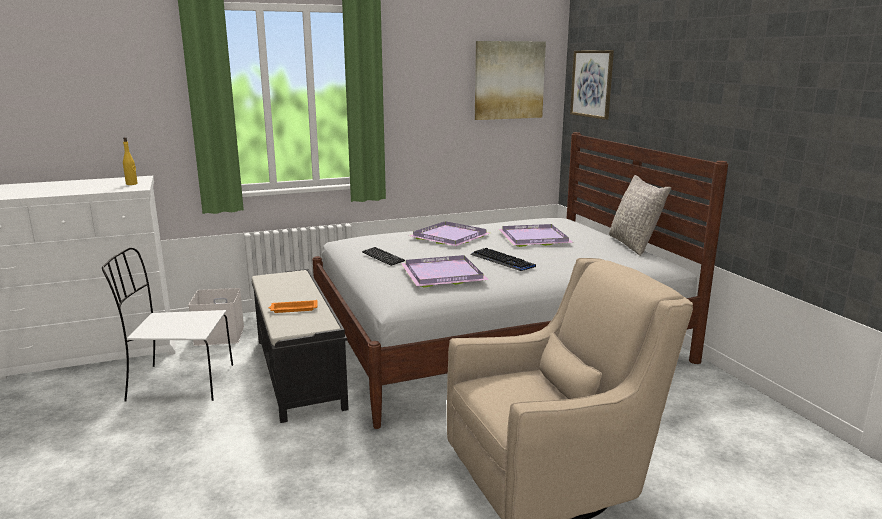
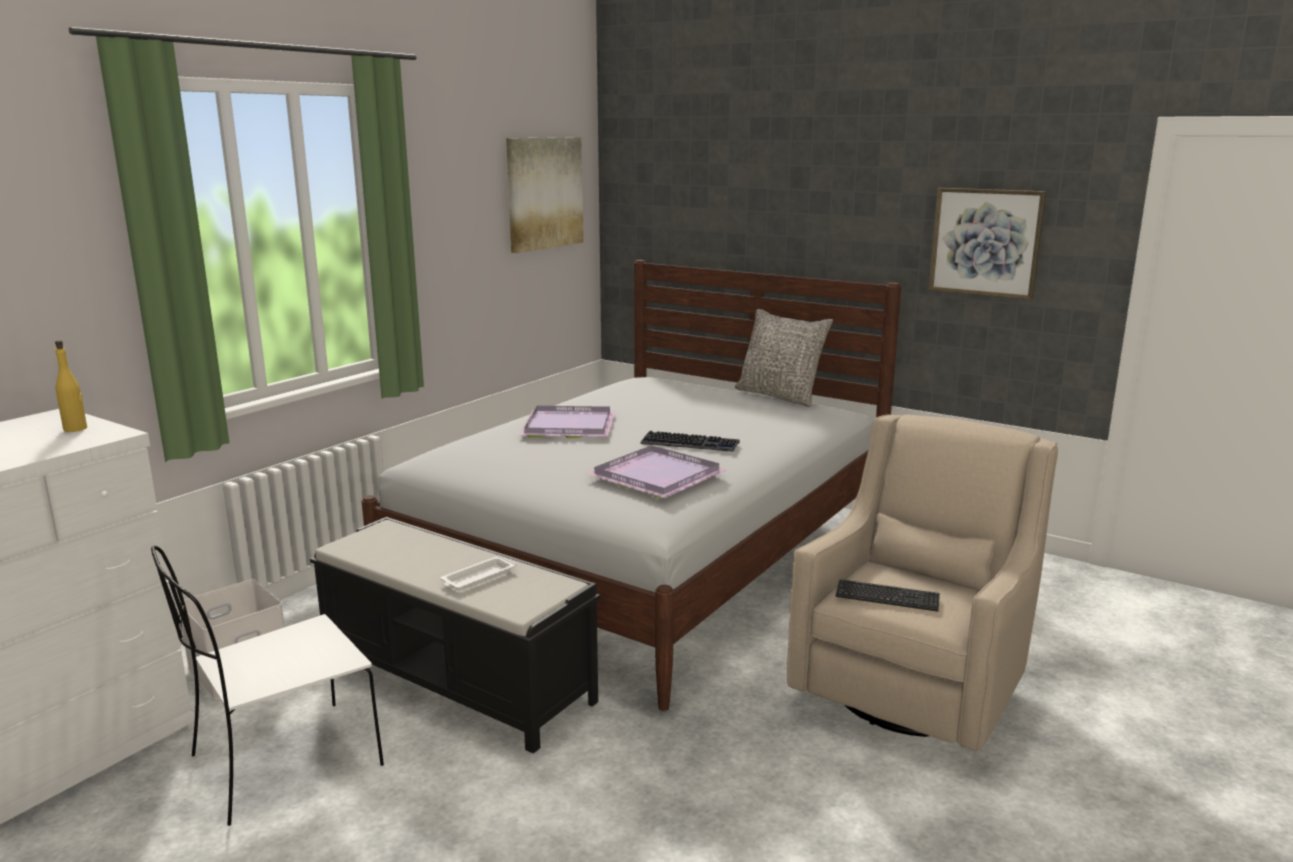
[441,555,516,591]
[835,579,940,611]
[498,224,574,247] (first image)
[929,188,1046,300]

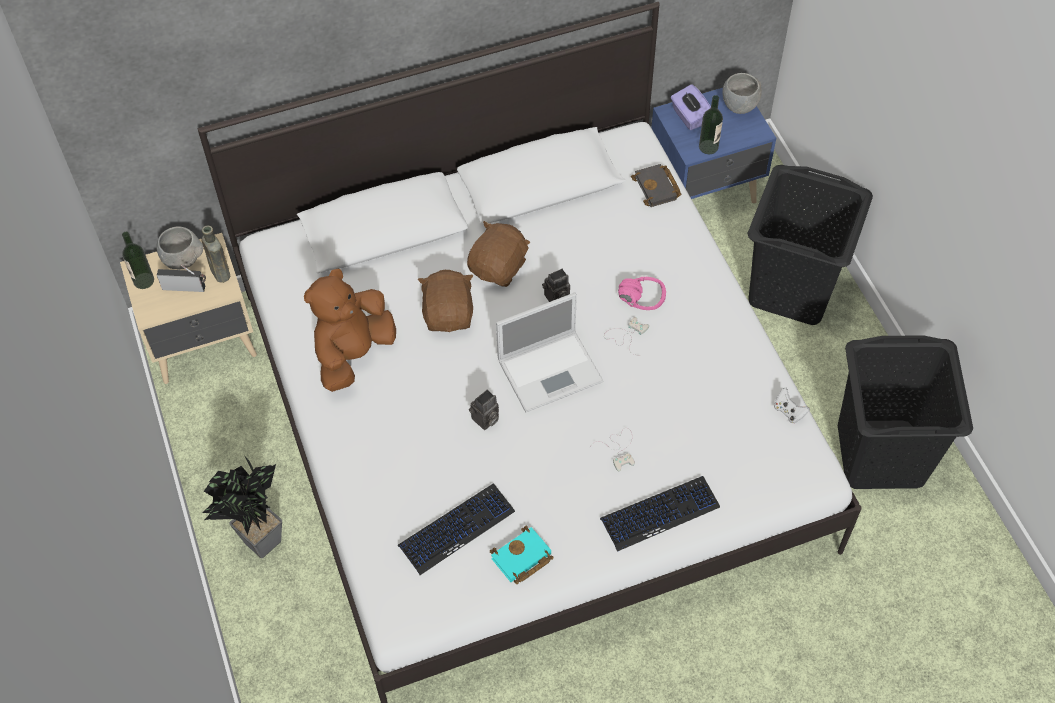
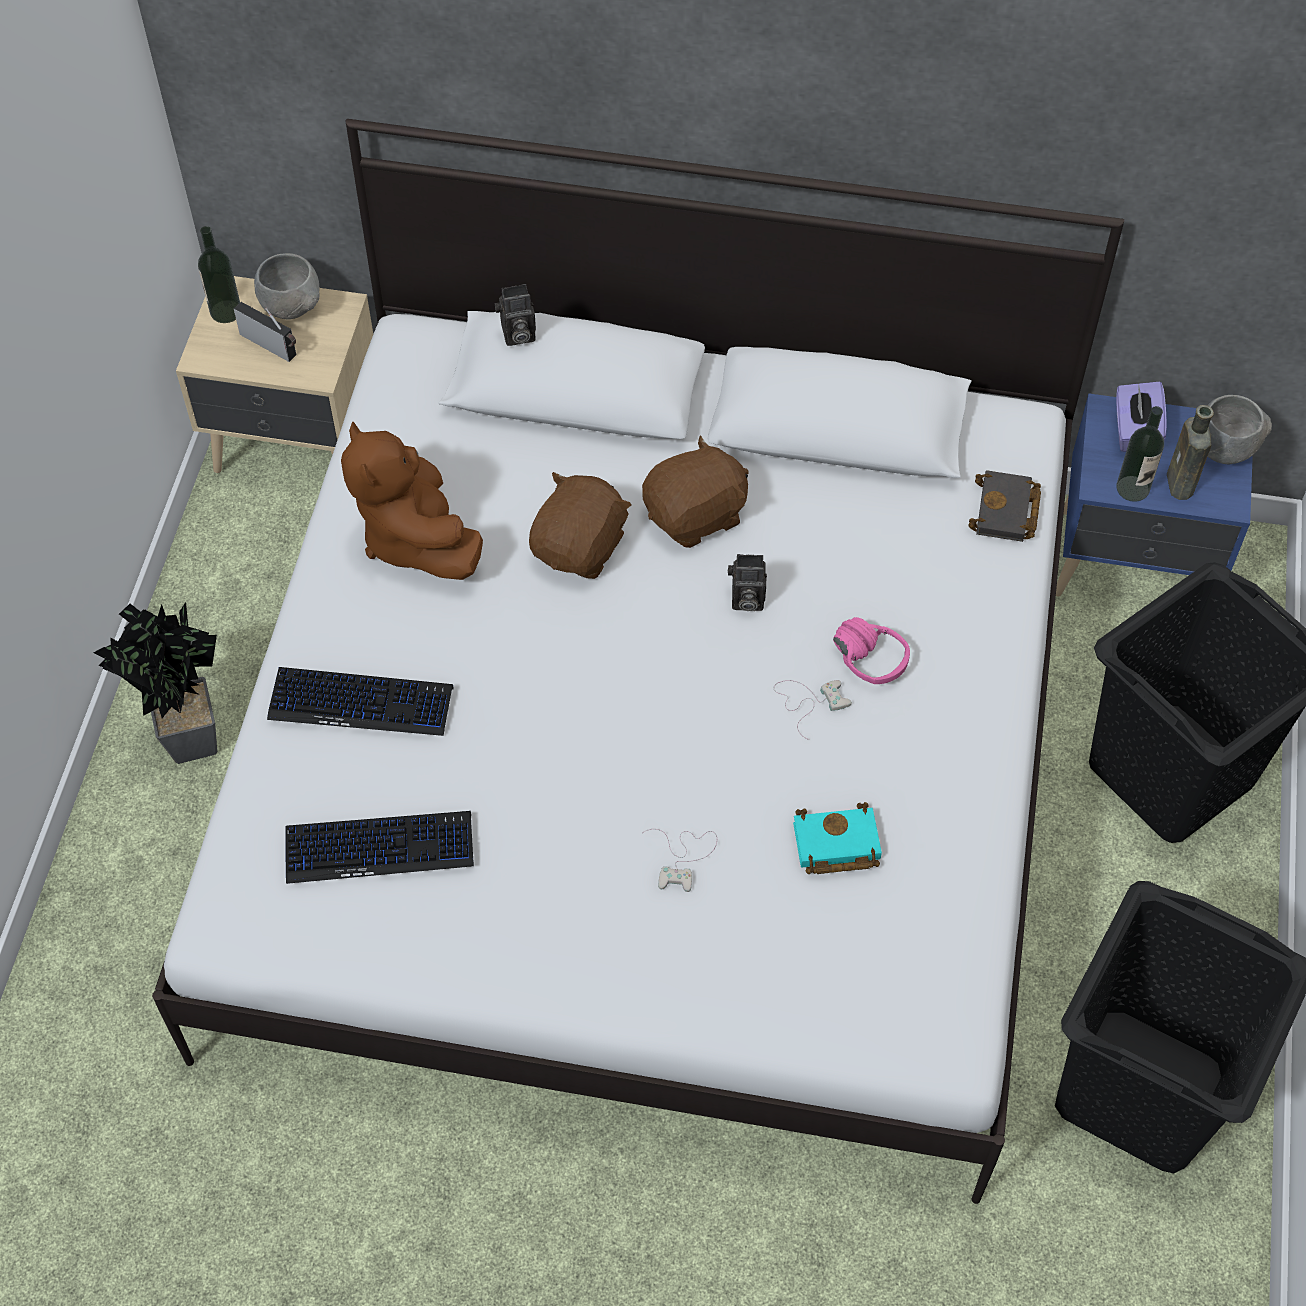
[1167,405,1214,500]
[341,422,483,580]
[495,284,536,346]
[793,802,882,874]
[496,292,603,412] (first image)
[267,667,453,736]
[774,388,810,424] (first image)

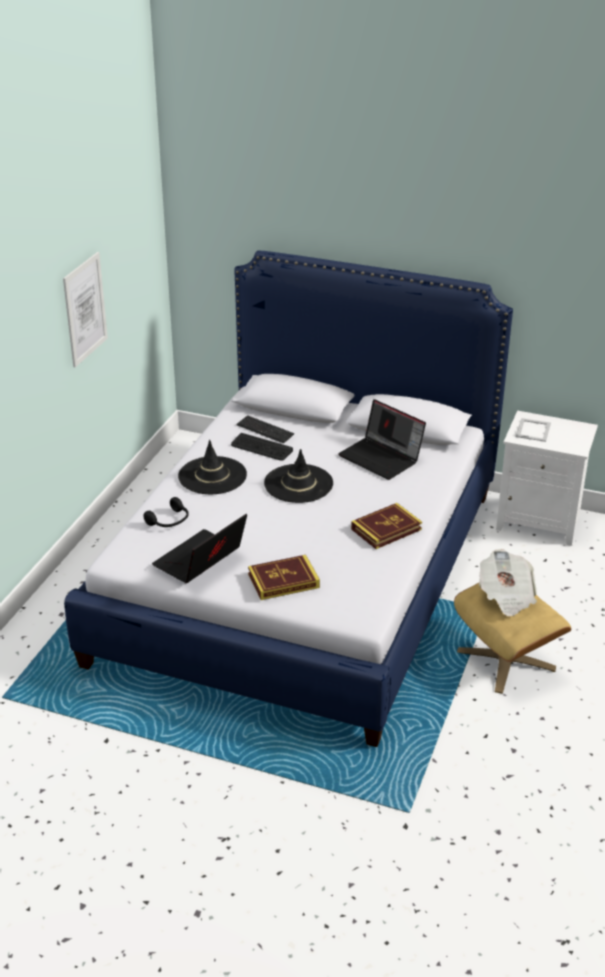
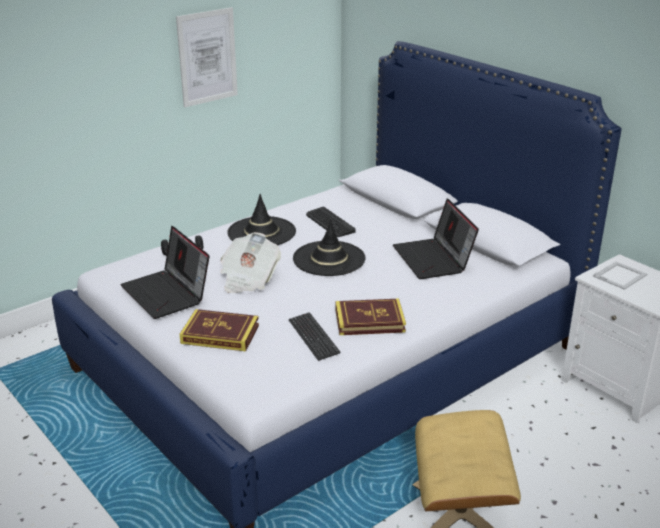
[120,226,210,319]
[289,312,340,361]
[220,232,281,293]

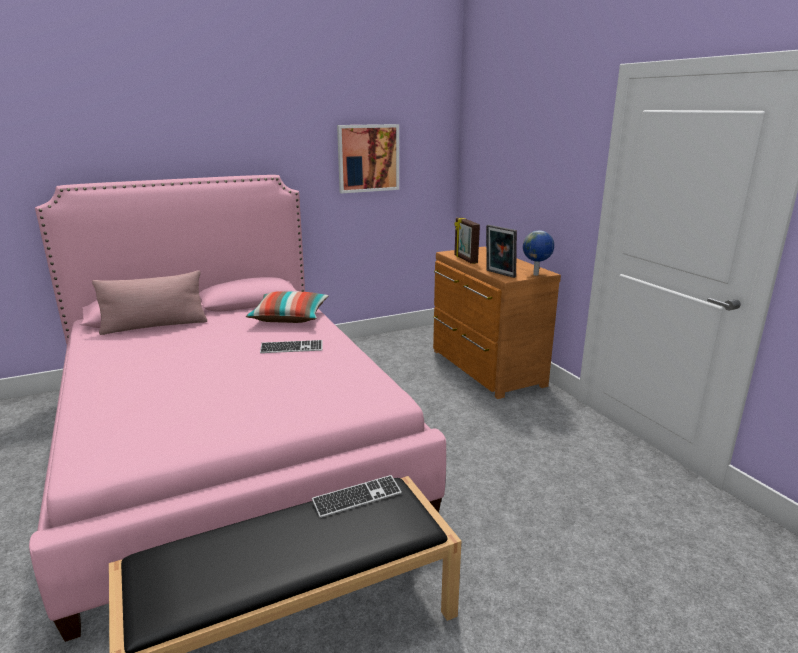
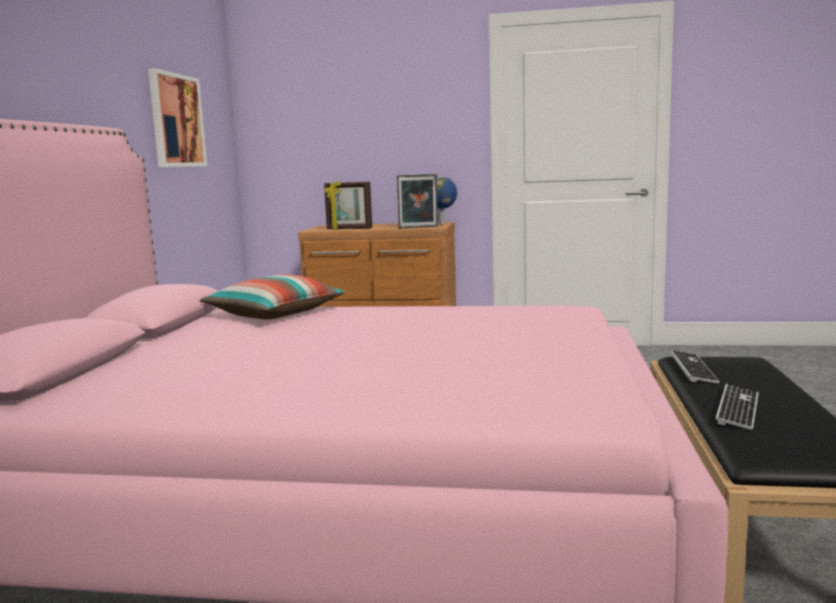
[92,270,207,335] (first image)
[715,384,759,430]

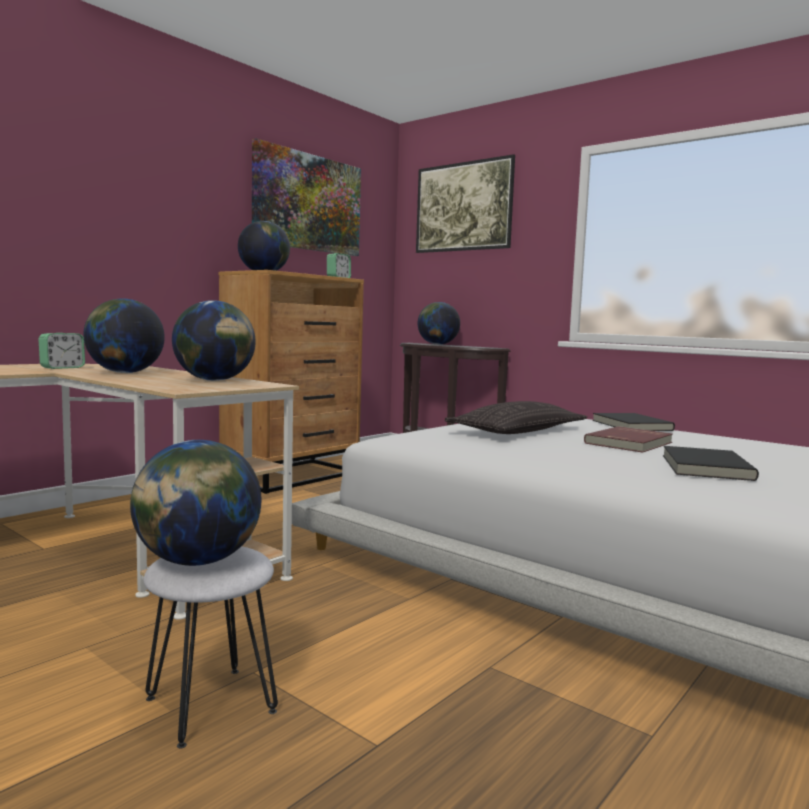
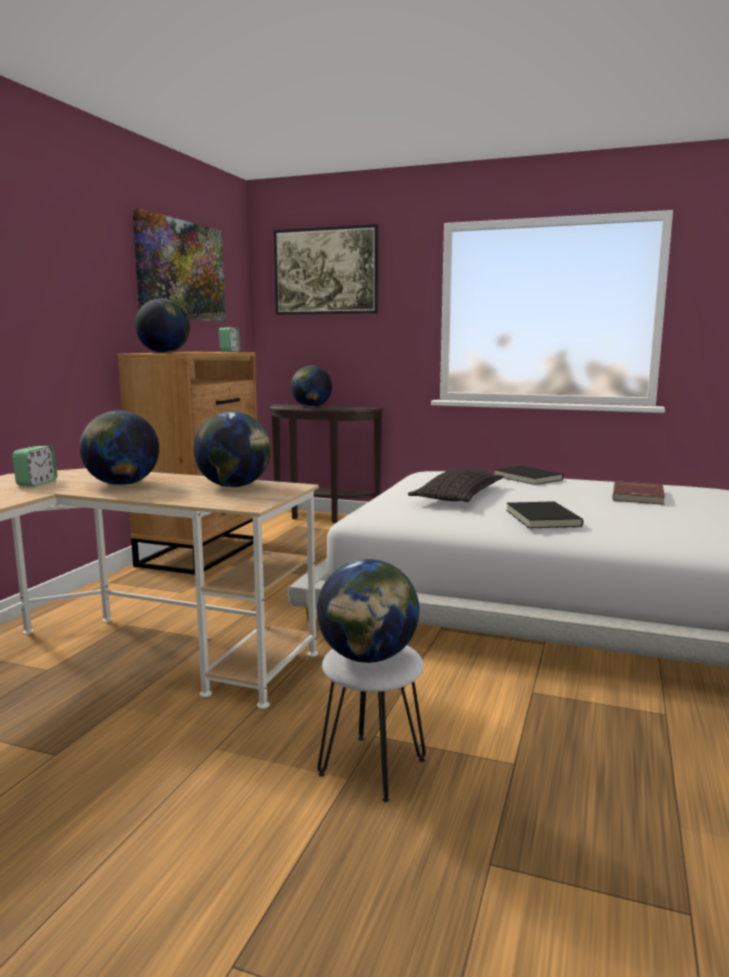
[613,481,665,505]
[506,501,583,528]

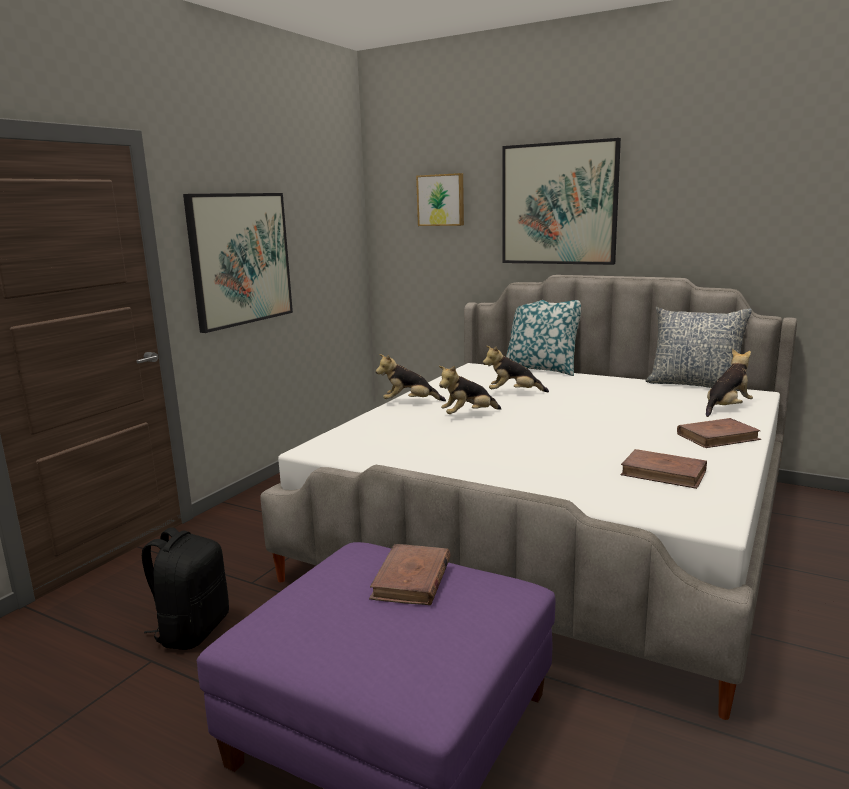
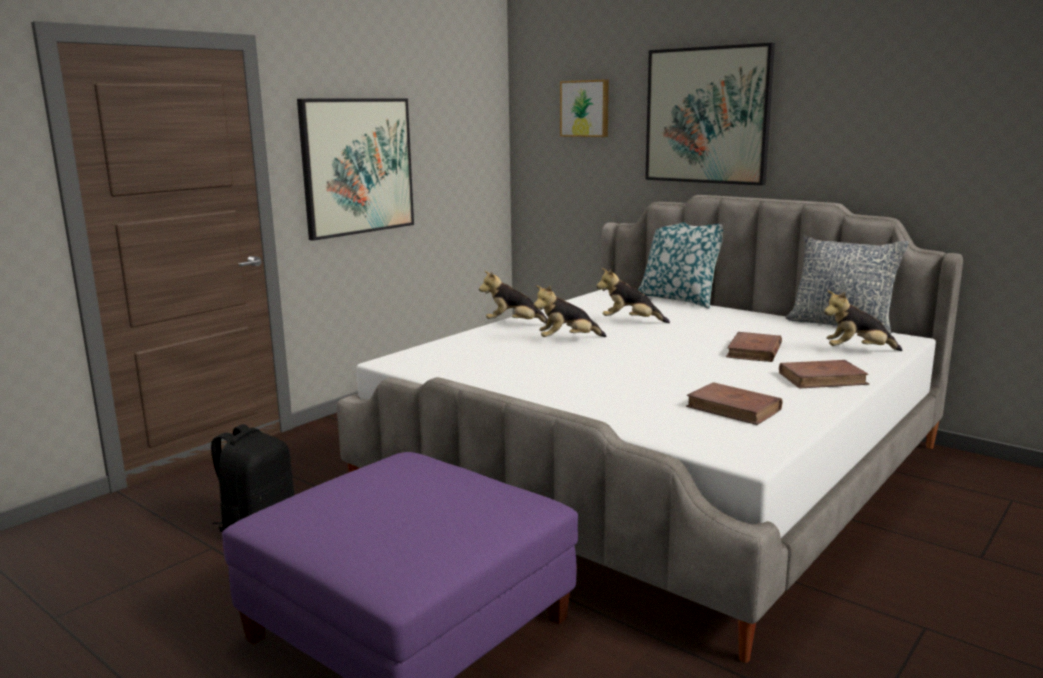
[726,332,782,362]
[824,291,902,351]

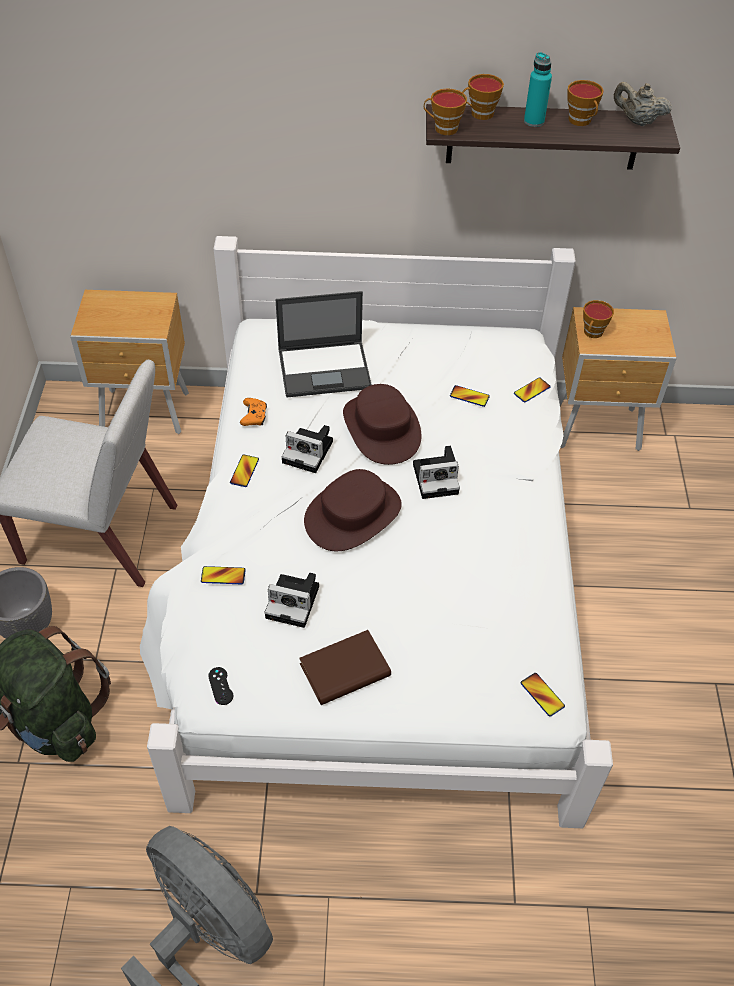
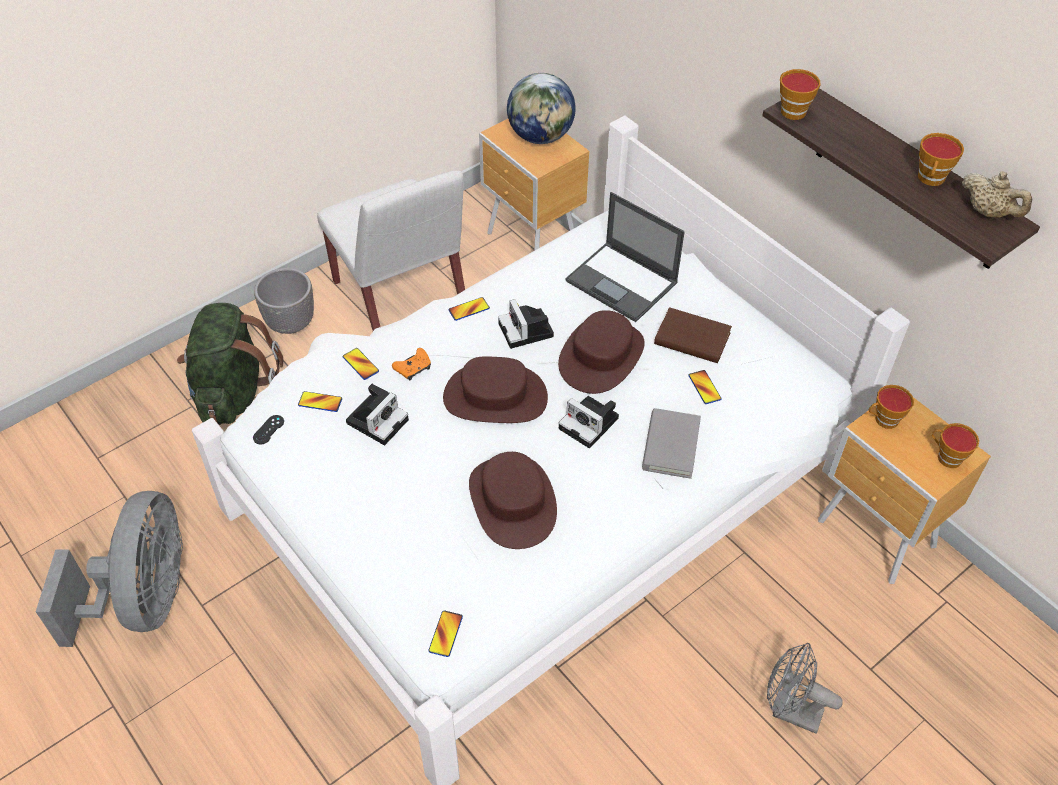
[392,348,431,380]
[346,384,409,445]
[654,307,732,363]
[932,423,979,468]
[298,391,342,412]
[524,52,552,127] (first image)
[962,171,1032,218]
[469,452,557,549]
[507,73,576,144]
[642,408,701,479]
[767,643,843,734]

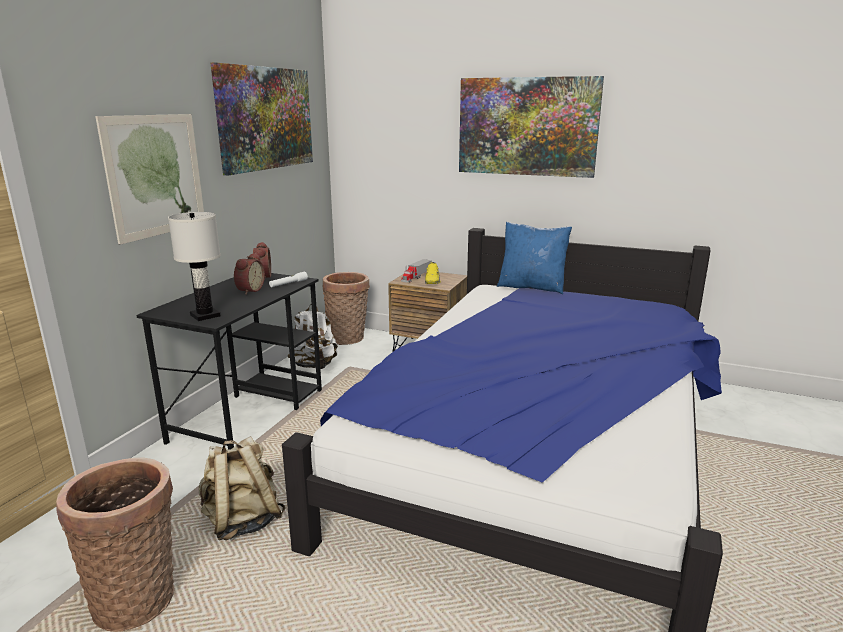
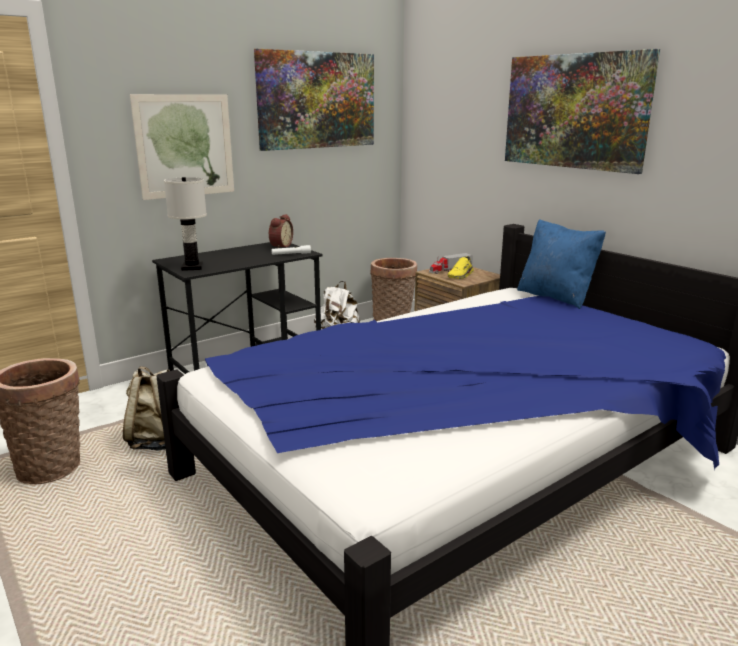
[234,253,265,295] (first image)

